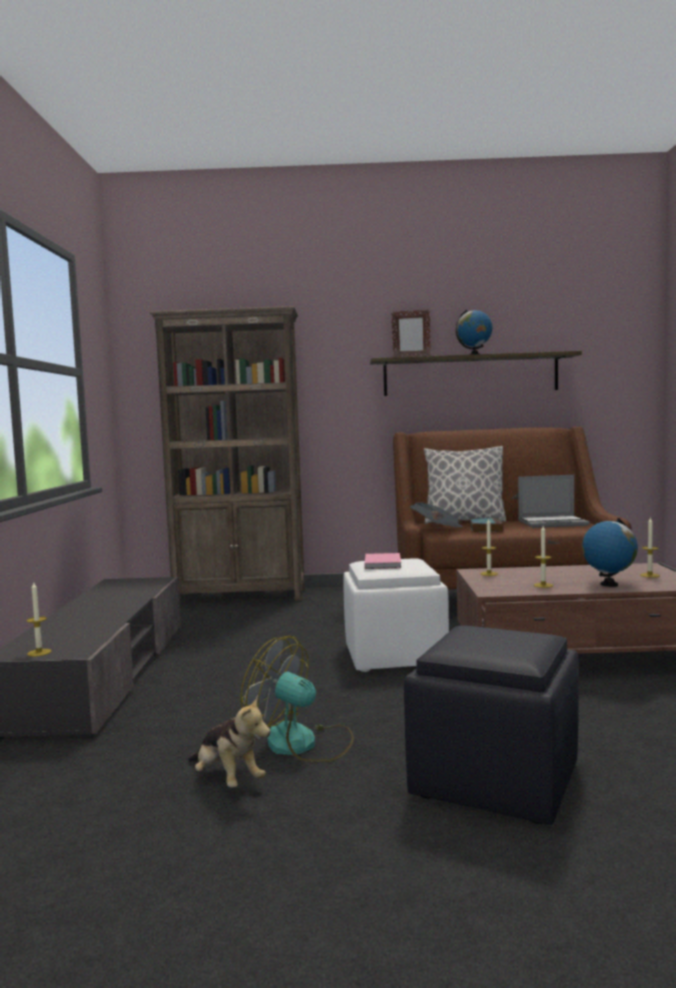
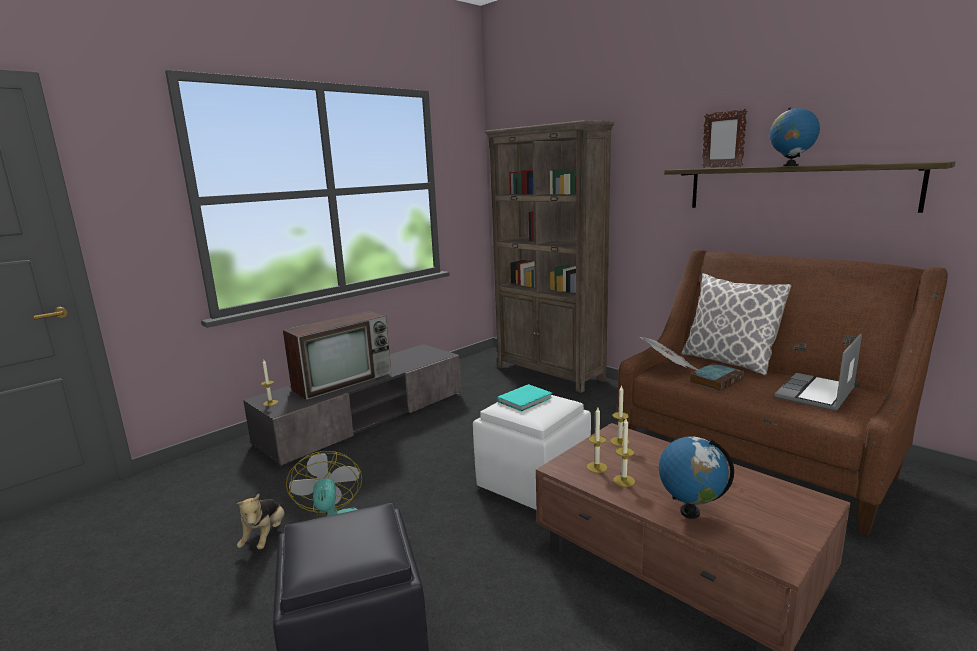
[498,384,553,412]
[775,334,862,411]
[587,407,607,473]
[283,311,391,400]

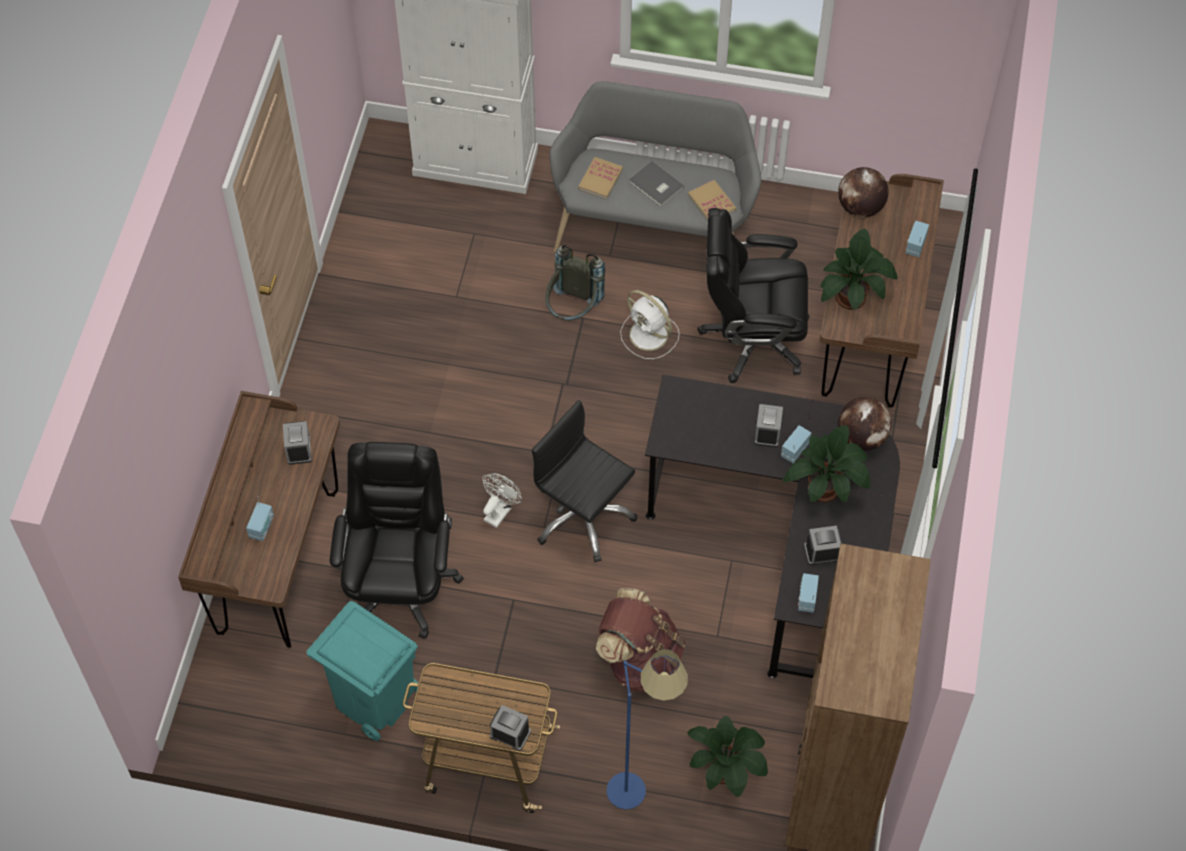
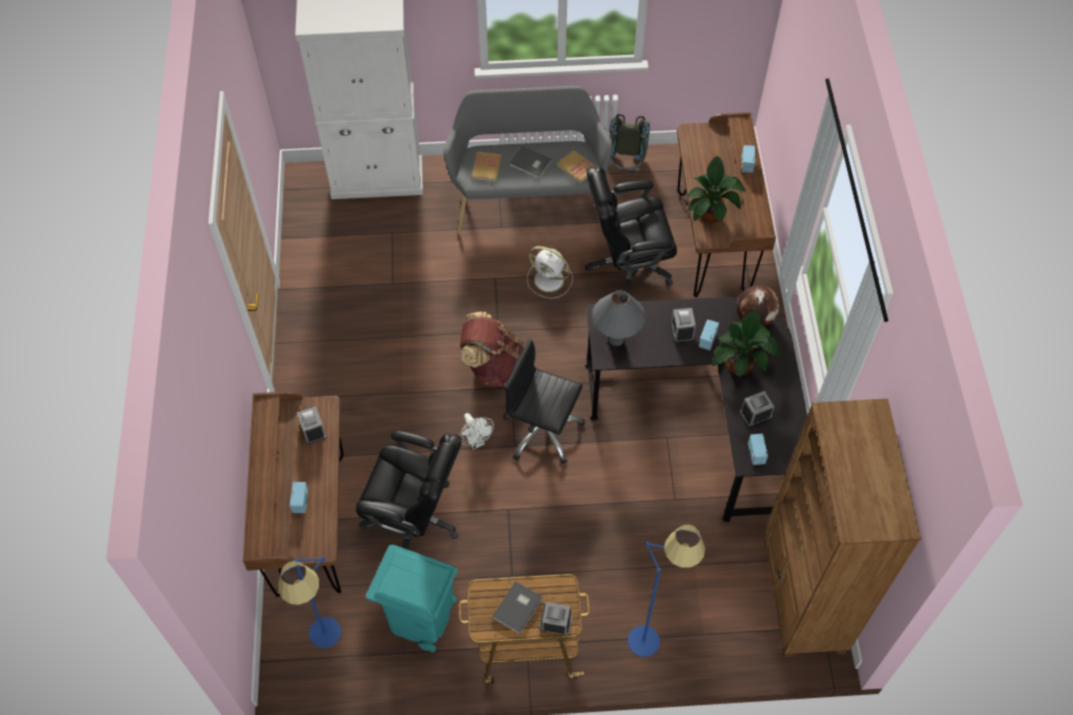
[356,430,462,550]
[460,413,494,450]
[609,114,650,171]
[460,312,525,387]
[687,716,768,797] (first image)
[838,167,888,218] (first image)
[278,556,341,648]
[492,581,543,634]
[592,290,645,346]

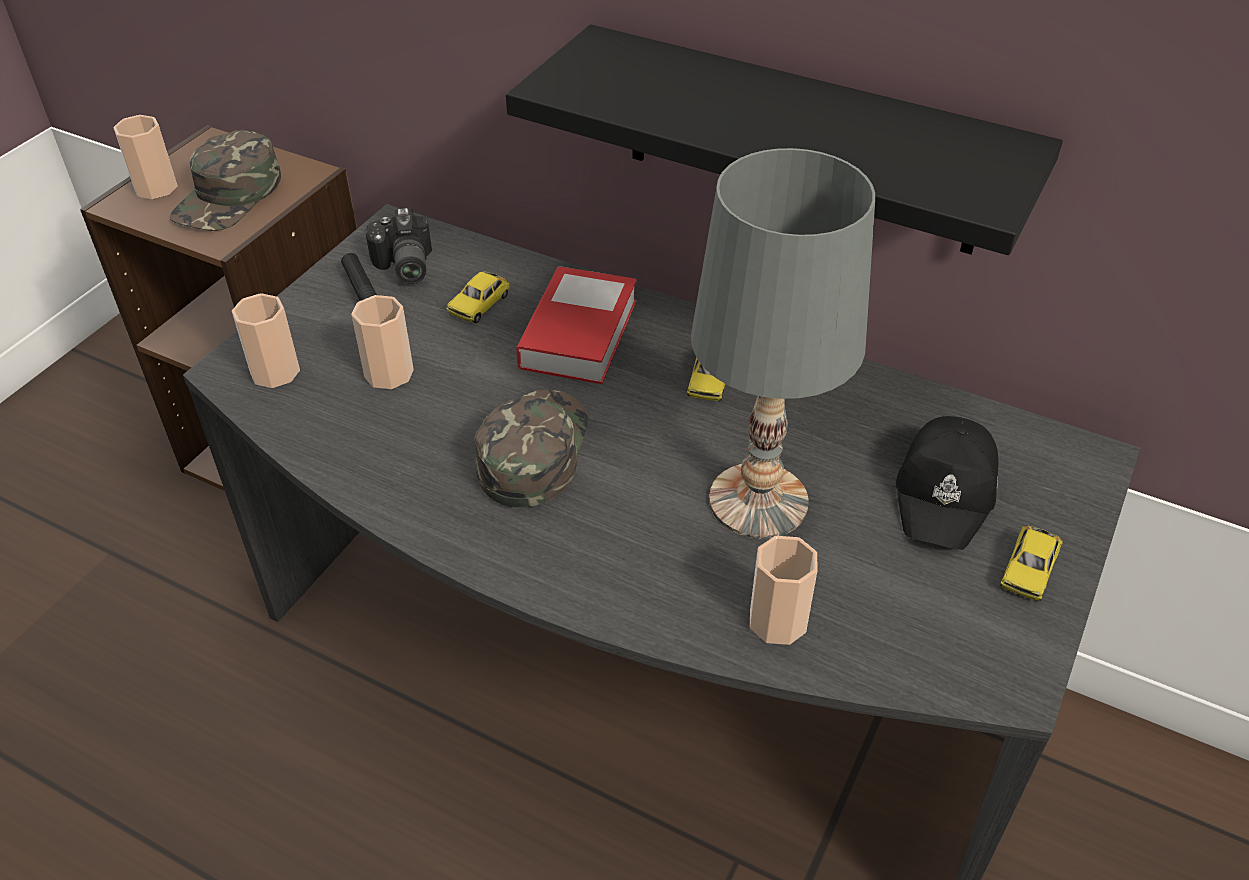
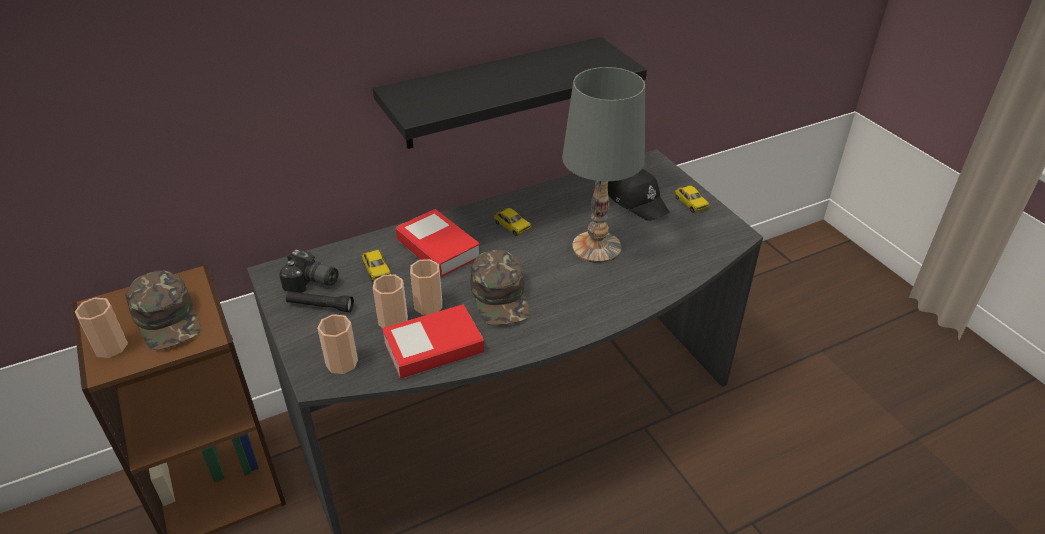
[470,250,529,325]
[410,259,442,315]
[382,304,484,379]

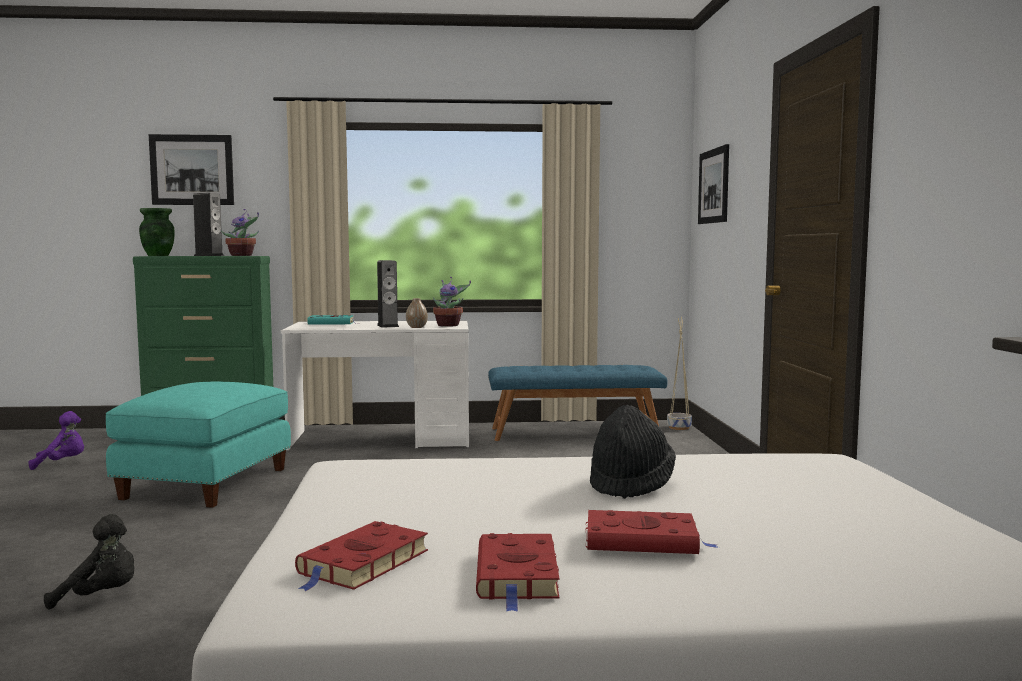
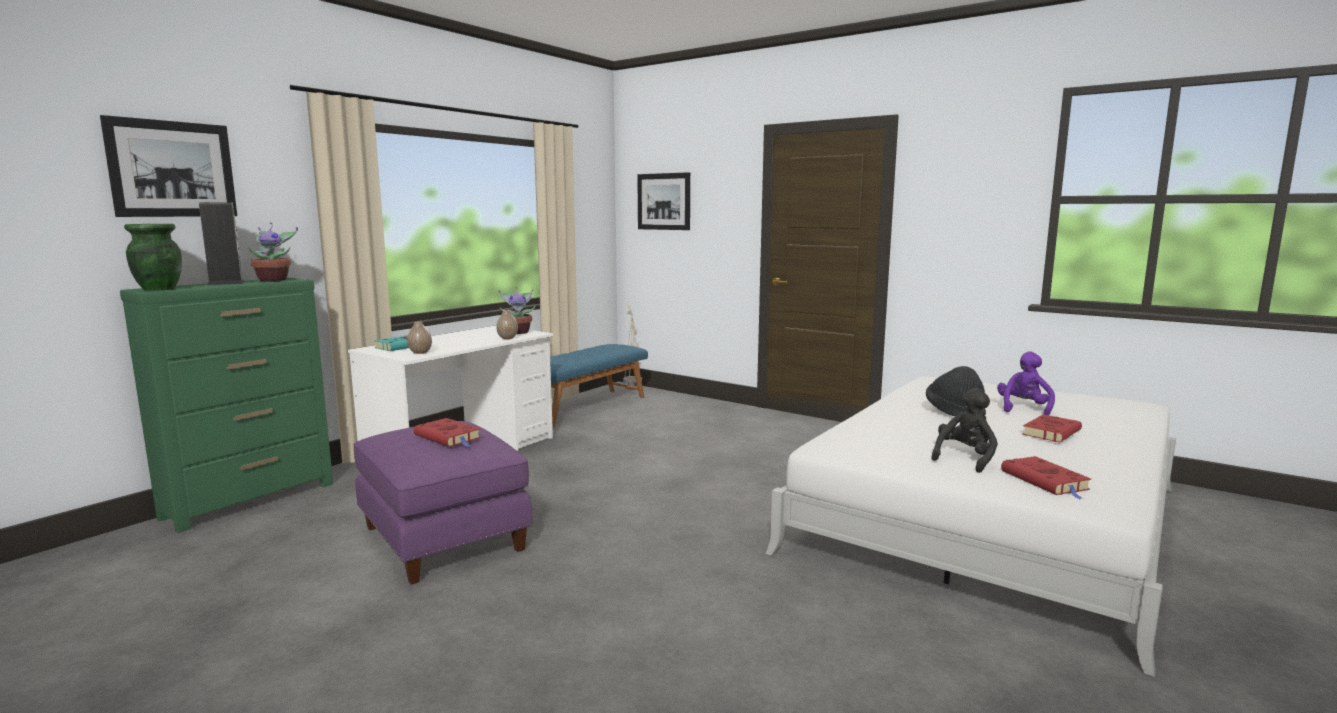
[997,351,1055,415]
[931,388,998,473]
[353,421,532,585]
[377,260,399,328] (first image)
[414,418,481,447]
[407,322,432,354]

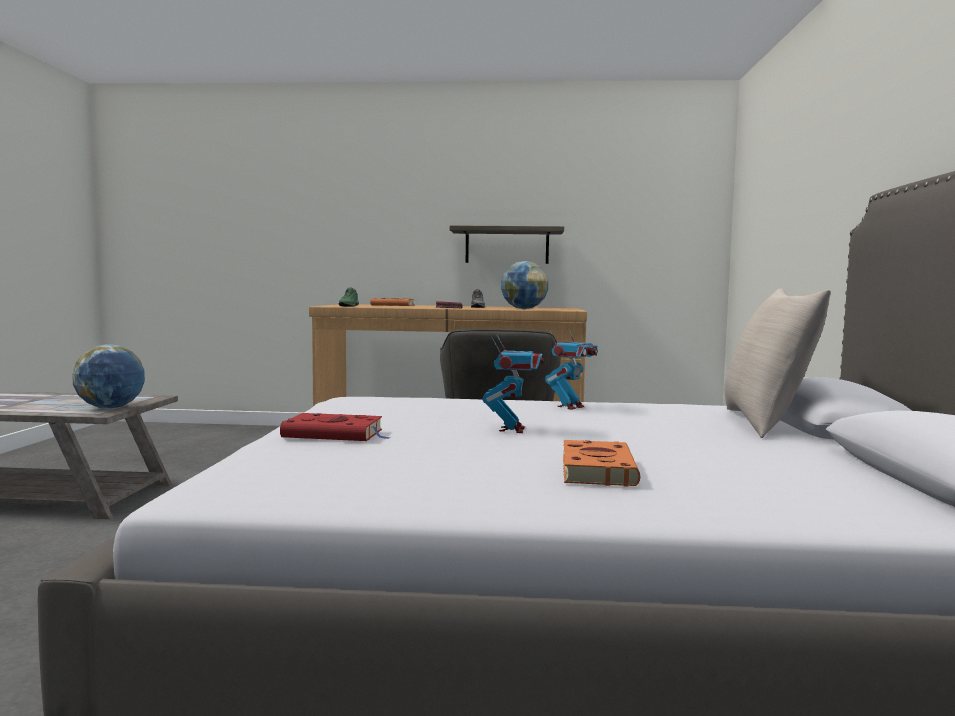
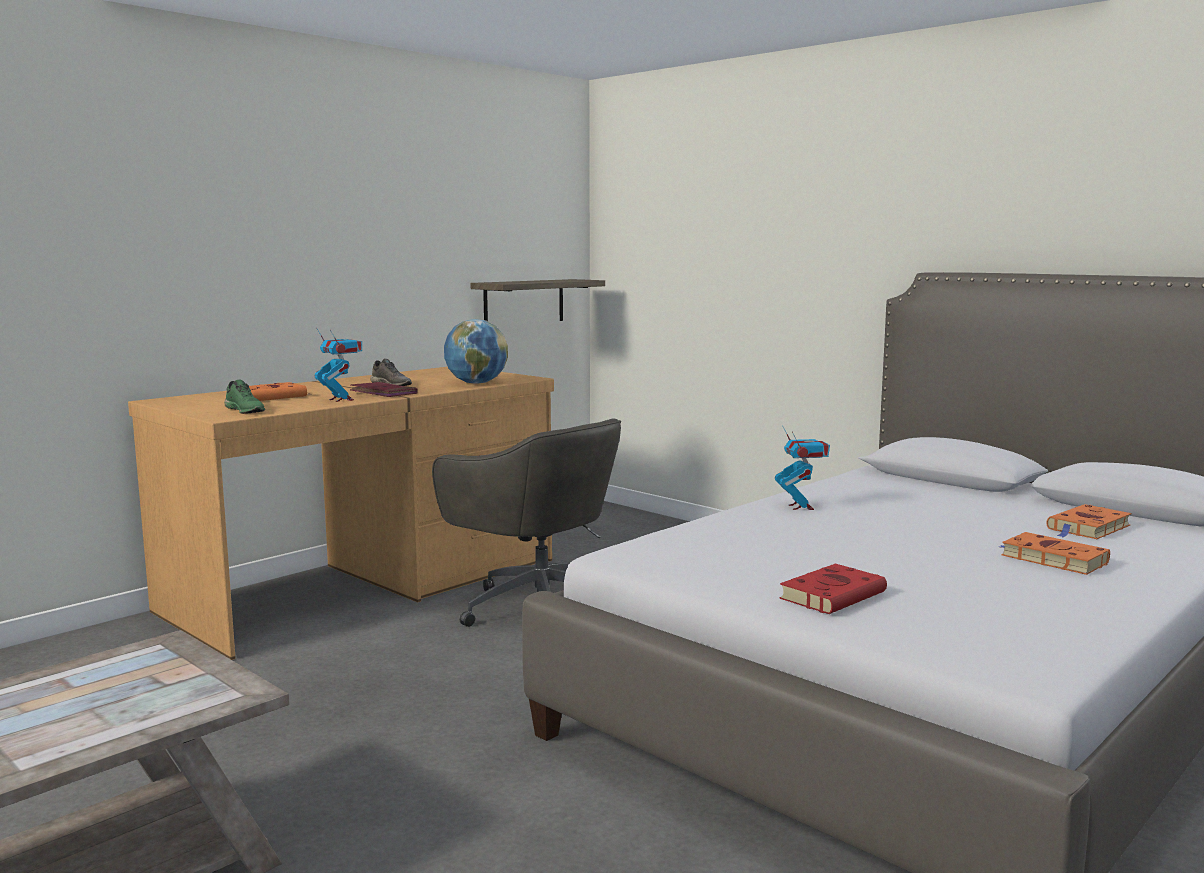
[72,344,145,408] (first image)
[470,279,605,321]
[315,328,362,402]
[724,288,831,438] (first image)
[1046,504,1132,539]

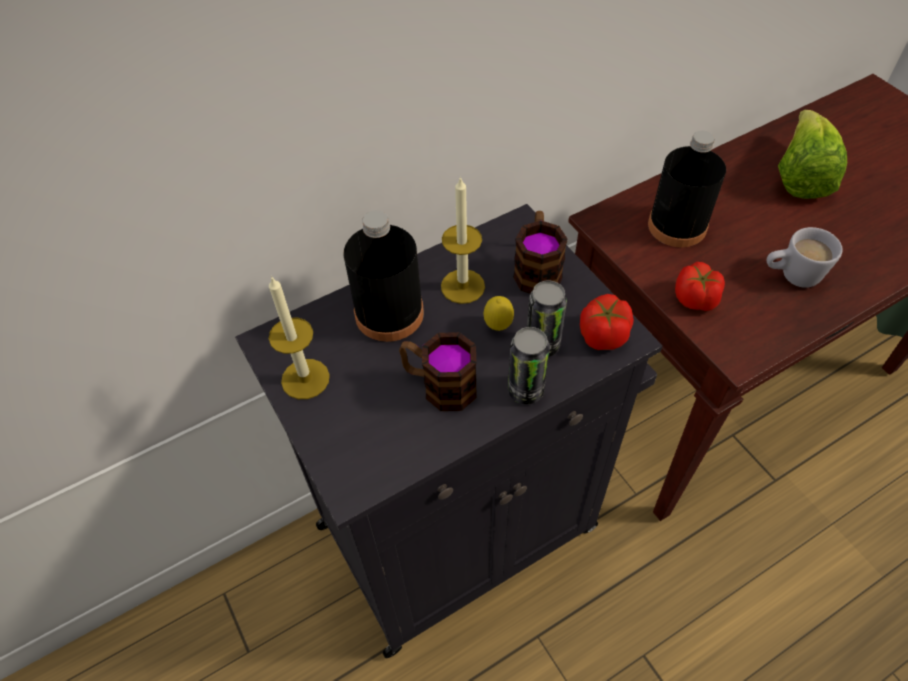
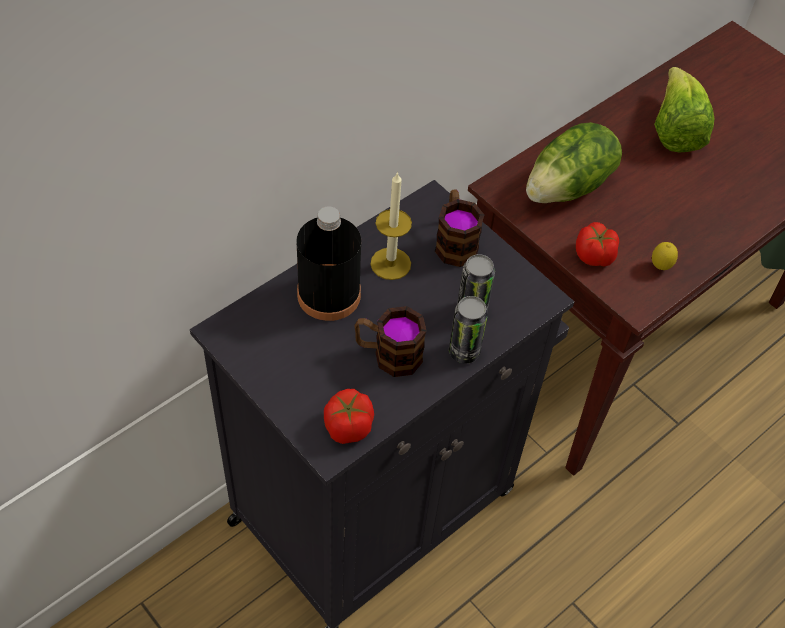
[269,276,330,399] (first image)
[652,242,678,270]
[324,389,374,444]
[526,122,622,203]
[766,227,843,288] (first image)

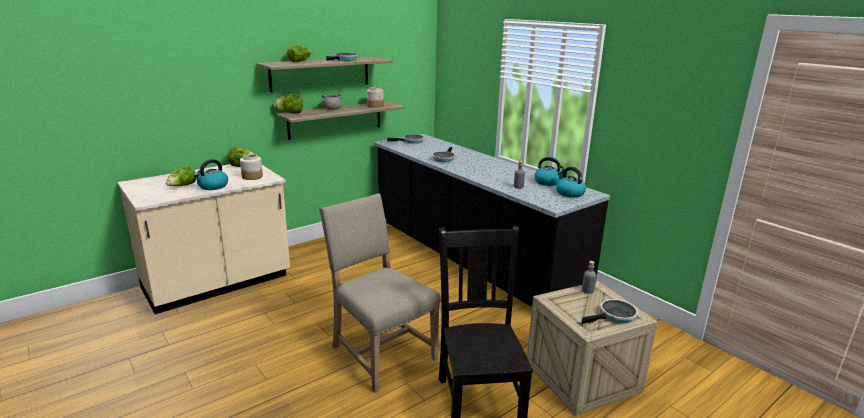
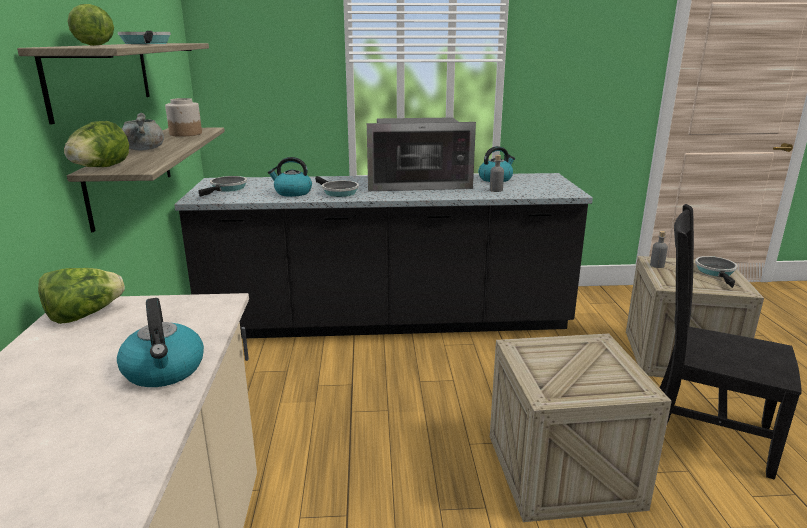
[166,166,196,186] (first image)
[240,154,263,180] (first image)
[490,334,672,522]
[268,157,312,197]
[367,117,476,191]

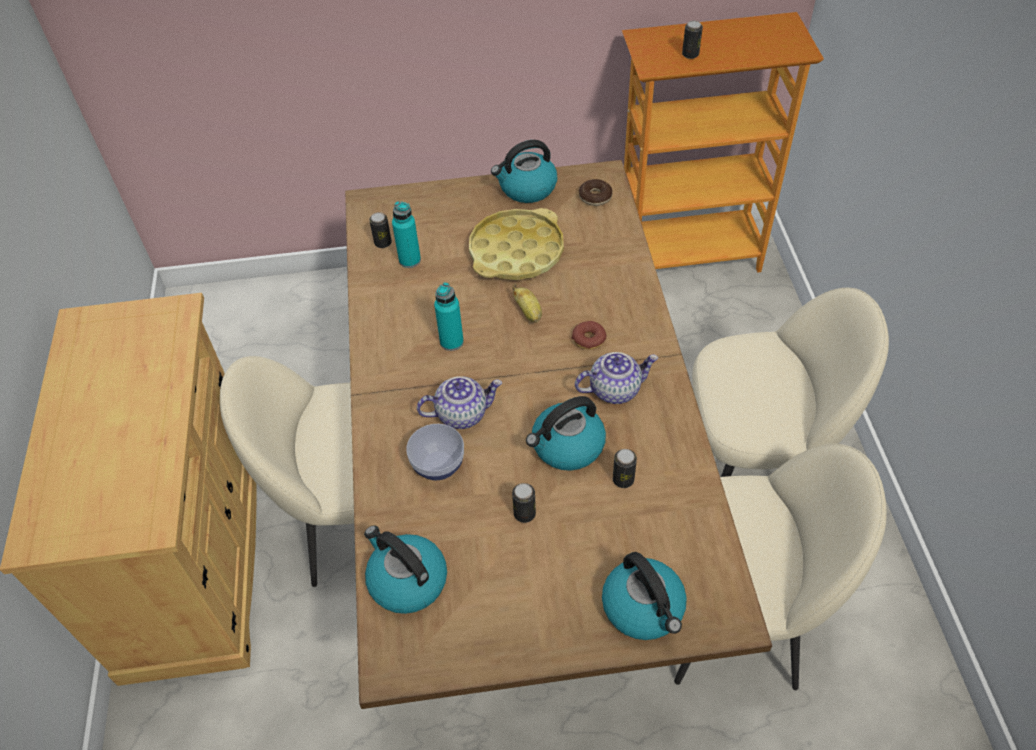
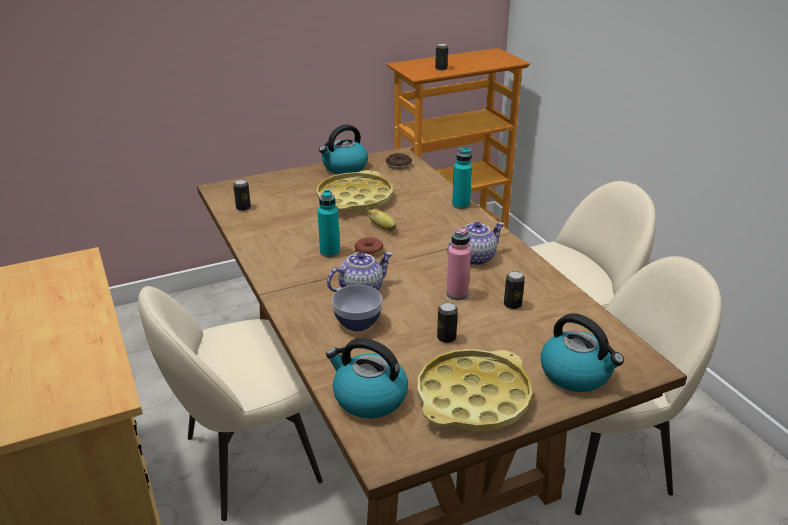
[452,148,472,209]
[446,226,471,300]
[355,237,383,256]
[417,349,532,431]

